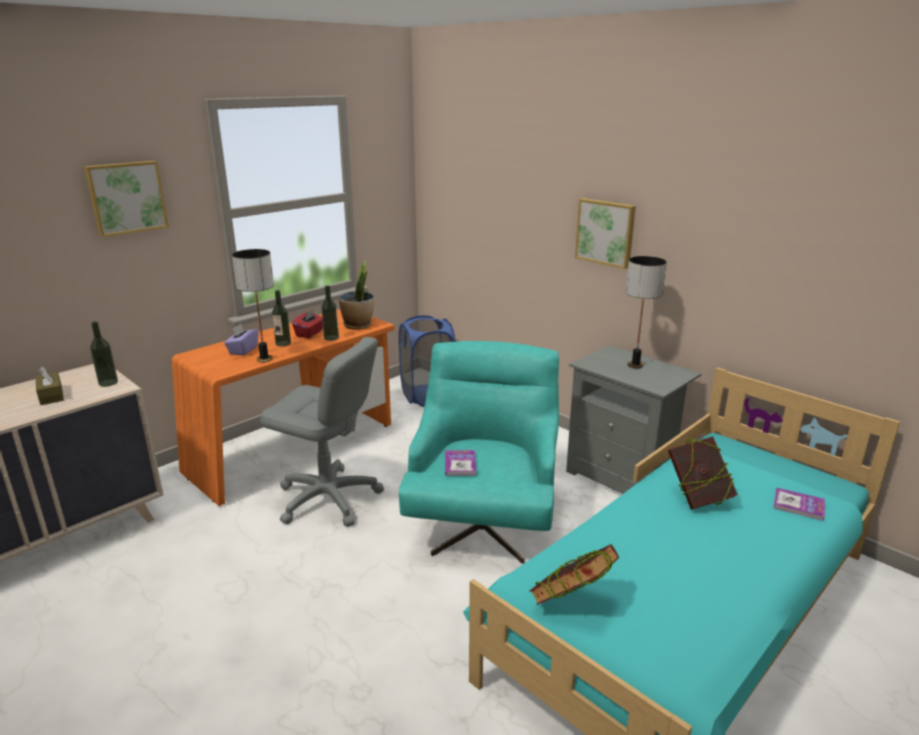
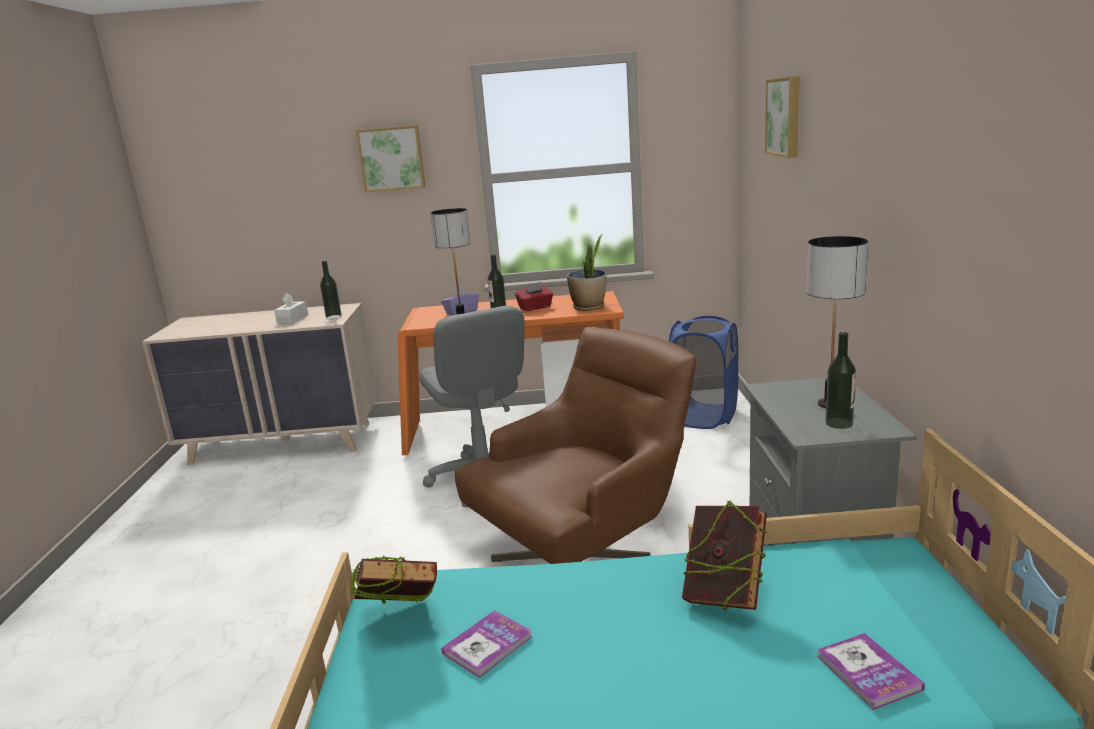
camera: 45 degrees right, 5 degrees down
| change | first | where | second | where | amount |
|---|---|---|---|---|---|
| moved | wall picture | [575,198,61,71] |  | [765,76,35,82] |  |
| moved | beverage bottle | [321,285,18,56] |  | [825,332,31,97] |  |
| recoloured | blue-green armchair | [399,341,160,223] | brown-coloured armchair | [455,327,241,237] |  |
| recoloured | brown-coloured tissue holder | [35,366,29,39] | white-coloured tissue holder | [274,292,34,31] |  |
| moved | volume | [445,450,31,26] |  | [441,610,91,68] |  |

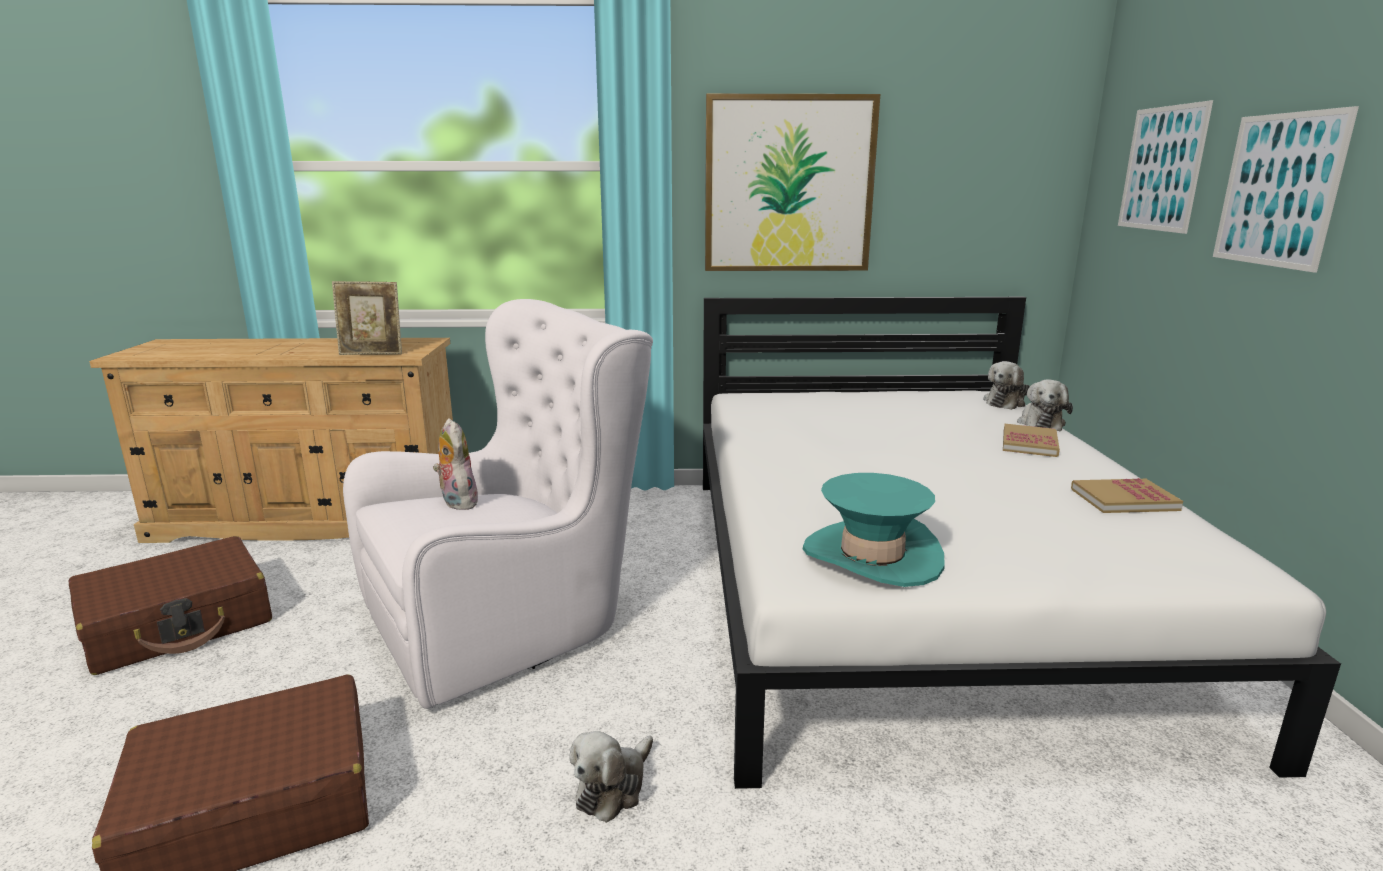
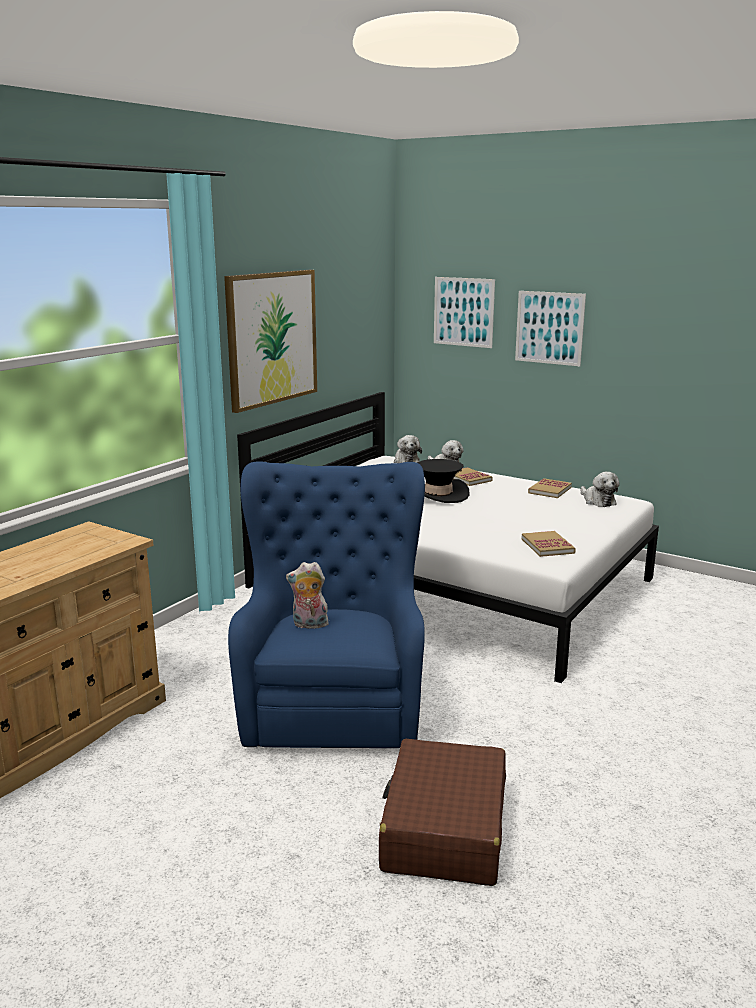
camera: 55 degrees left, 0 degrees up
| change | first | where | second | where | amount |
|---|---|---|---|---|---|
| removed | picture frame | [332,281,70,74] |  |  |  |
| recoloured | white-coloured armchair | [343,299,310,410] | bluish armchair | [228,461,197,287] |  |
| replaced | blue-green clothing hat | [803,473,142,114] | volume | [521,531,55,26] |  |
| removed | brown-coloured piece of luggage | [69,536,203,139] |  |  |  |
| moved | cuddly toy | [569,731,84,92] |  | [580,472,39,35] |  |
| added |  |  | black-coloured clothing hat | [417,459,53,44] |  |

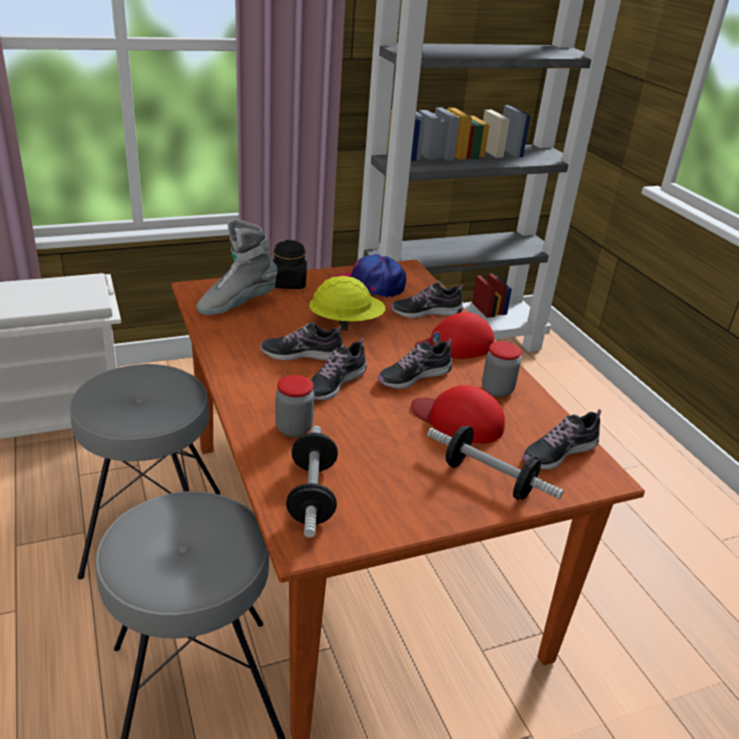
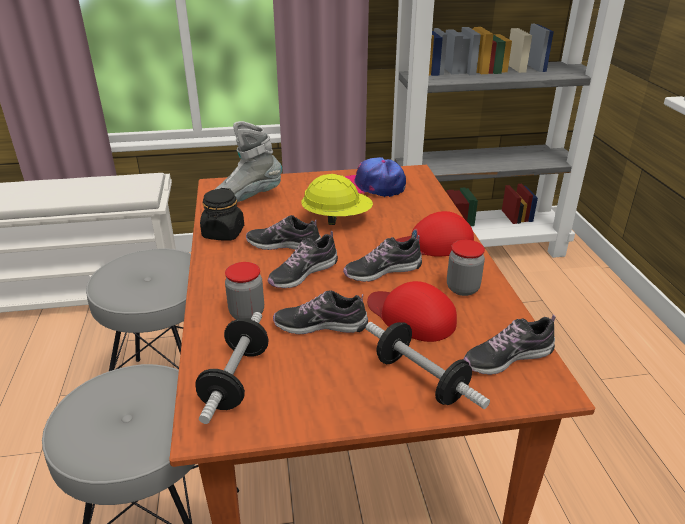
camera: 15 degrees right, 0 degrees up
| change | first | where | second | where | amount |
|---|---|---|---|---|---|
| moved | black-coloured jar | [273,240,34,49] |  | [200,188,44,53] |  |
| moved | shoe | [391,282,72,36] |  | [273,291,95,43] |  |

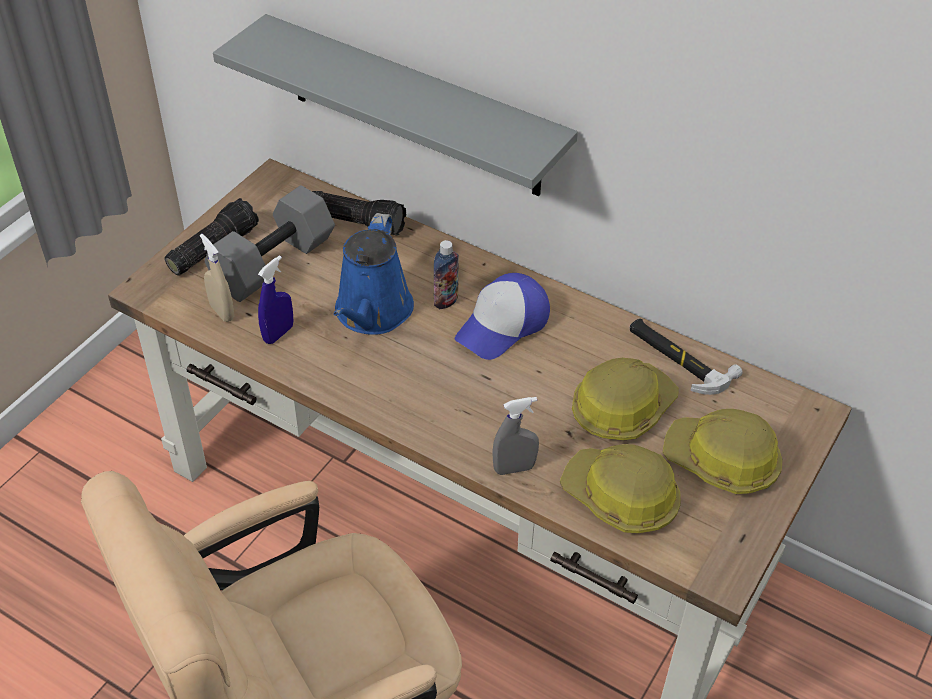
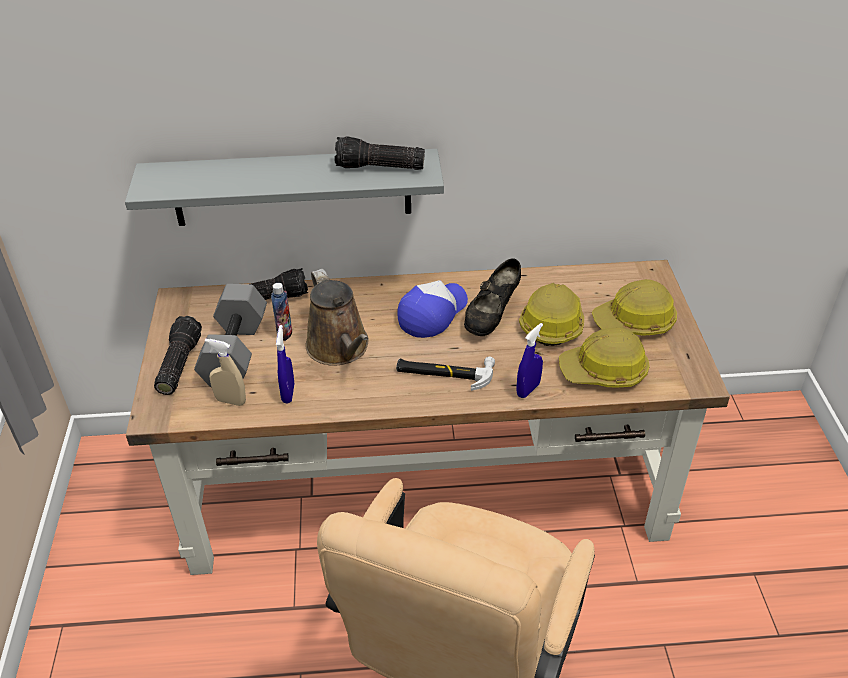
camera: 35 degrees left, 5 degrees down
| change | first | where | second | where | amount |
|---|---|---|---|---|---|
| recoloured | bluish watering can | [334,213,80,122] | brown-coloured watering can | [305,269,64,97] |  |
| moved | beverage bottle | [434,240,25,69] |  | [271,283,21,58] |  |
| turned | peaked cap | [455,273,95,87] |  | [397,280,71,58] | 150 degrees counterclockwise |
| moved | hammer | [630,318,113,77] |  | [396,357,99,34] |  |
| recoloured | greyish hand sprayer | [492,397,47,78] | bluish hand sprayer | [516,323,27,75] |  |
| added |  |  | torch | [335,136,90,34] |  |
| added |  |  | black-coloured shoe | [464,258,57,78] |  |

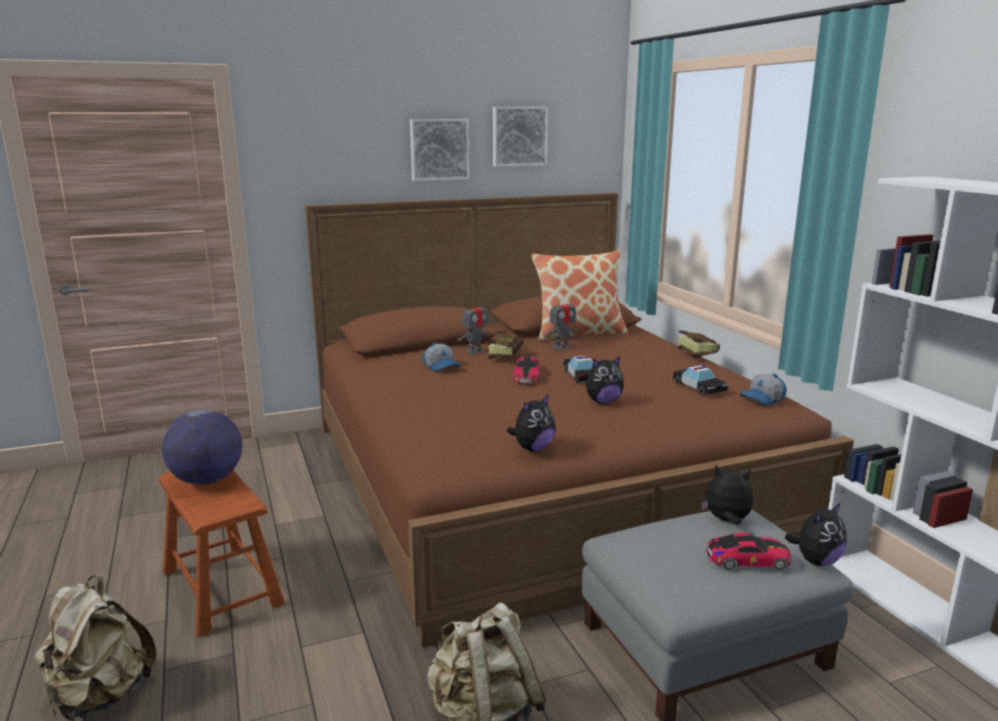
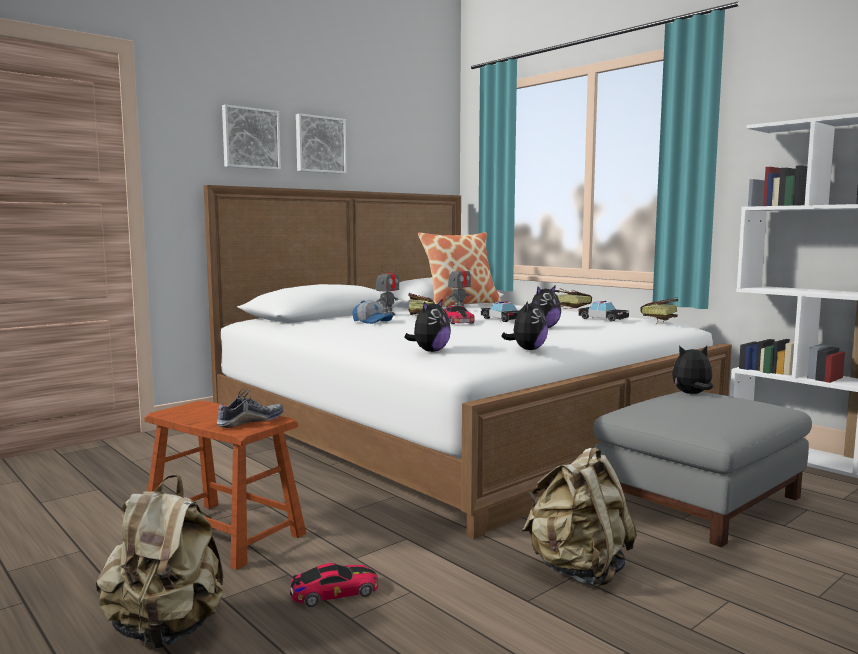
camera: 20 degrees left, 10 degrees down
| change | first | where | second | where | amount |
|---|---|---|---|---|---|
| moved | wall picture | [493,107,55,60] |  | [222,105,59,65] |  |
| recoloured | brown-coloured bedroom bed | [305,193,549,455] | white-coloured bedroom bed | [204,185,528,354] |  |
| replaced | peaked cap | [740,374,47,32] | volume | [641,297,37,27] |  |
| removed | desk globe | [162,410,80,75] |  |  |  |
| moved | cuddly toy | [785,502,62,64] |  | [404,300,47,52] |  |
| moved | toy car | [706,533,85,37] |  | [290,563,88,44] |  |
| added |  |  | shoe | [217,389,66,39] |  |

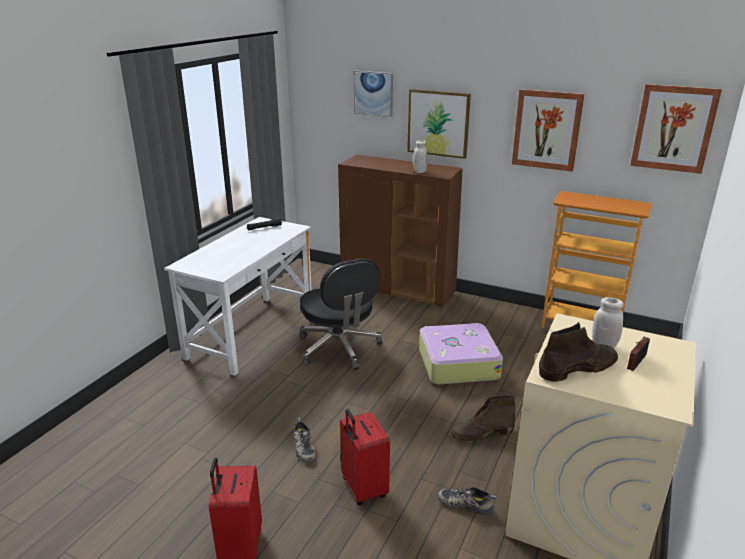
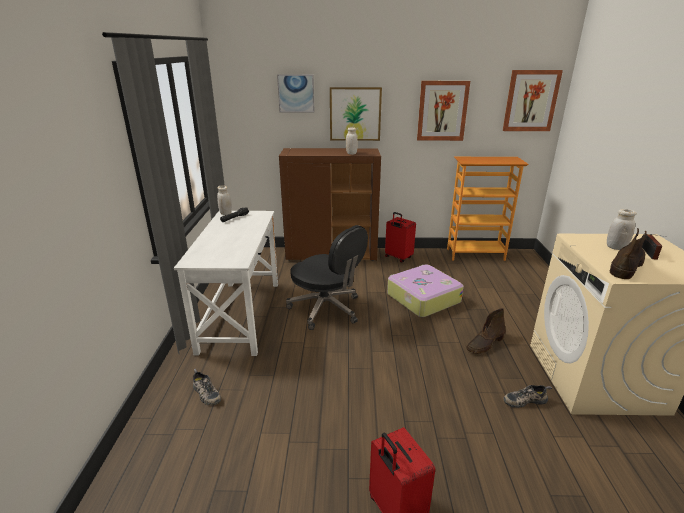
camera: 25 degrees left, 0 degrees up
| change | first | where | second | where | amount |
|---|---|---|---|---|---|
| moved | red piece of luggage | [340,409,50,96] |  | [385,212,31,50] |  |
| moved | shoe | [294,418,22,45] |  | [193,369,28,37] |  |
| added |  |  | white-coloured jar | [217,185,15,30] |  |

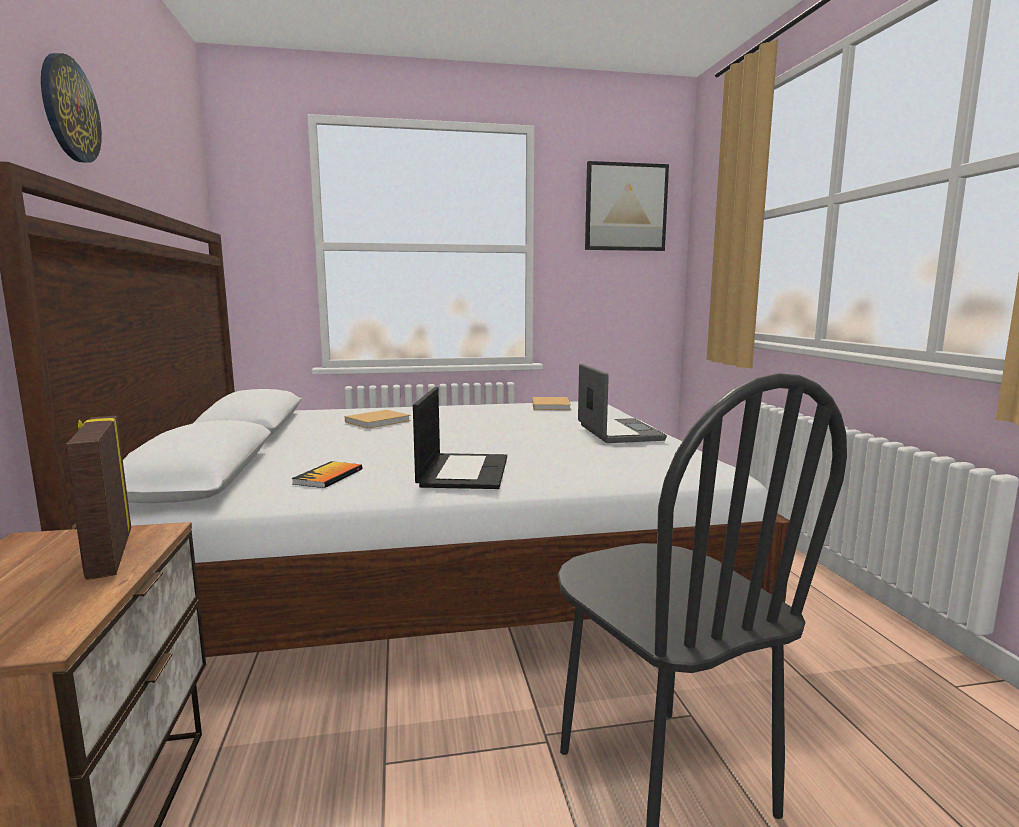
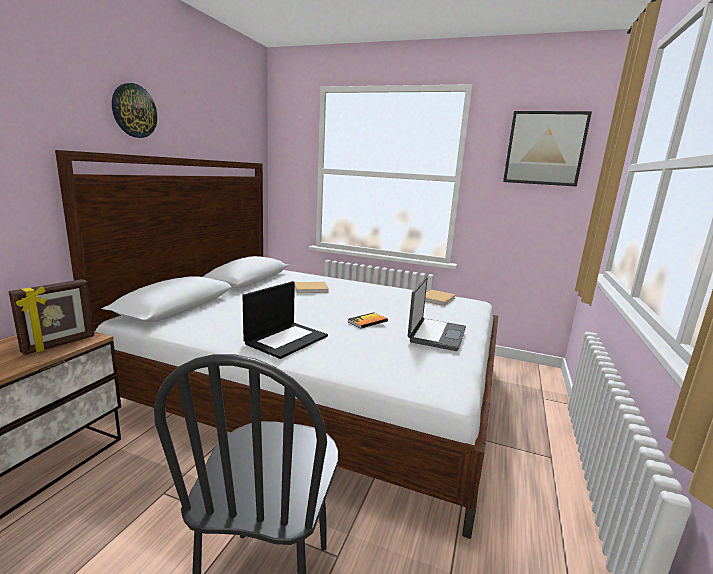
camera: 30 degrees right, 5 degrees up
| change | first | where | second | where | amount |
|---|---|---|---|---|---|
| turned | picture frame | [65,416,66,164] |  | [9,279,85,76] | 150 degrees counterclockwise |
| moved | volume | [291,461,71,27] |  | [348,313,40,15] |  |

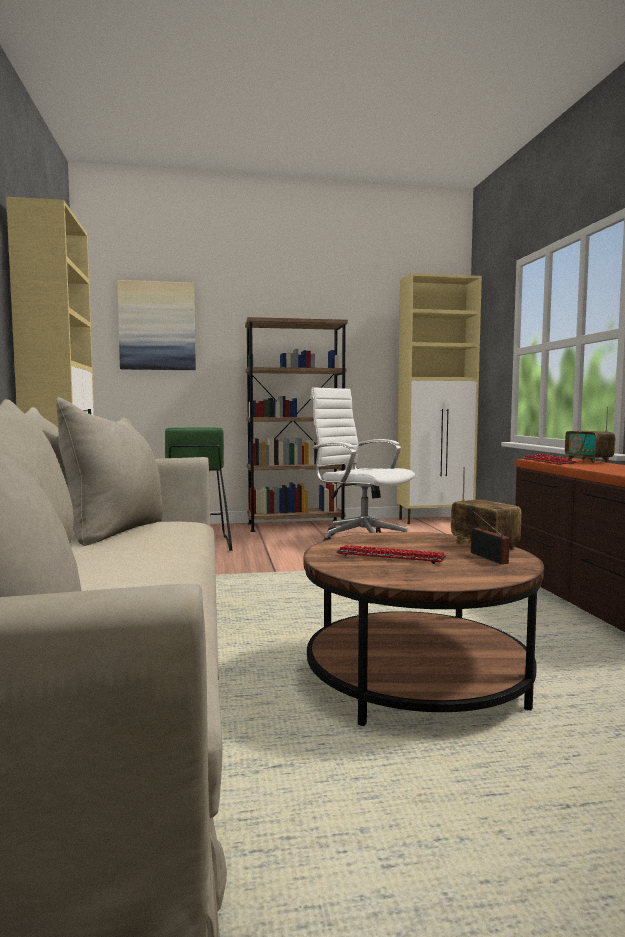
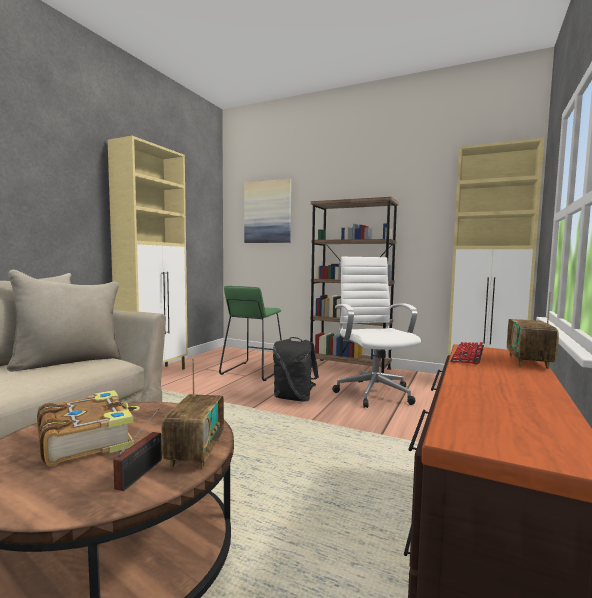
camera: 35 degrees right, 0 degrees up
| change | first | where | second | where | amount |
|---|---|---|---|---|---|
| replaced | keyboard | [336,545,110,19] | volume | [37,390,103,76] |  |
| added |  |  | black-coloured backpack | [273,337,46,64] |  |

